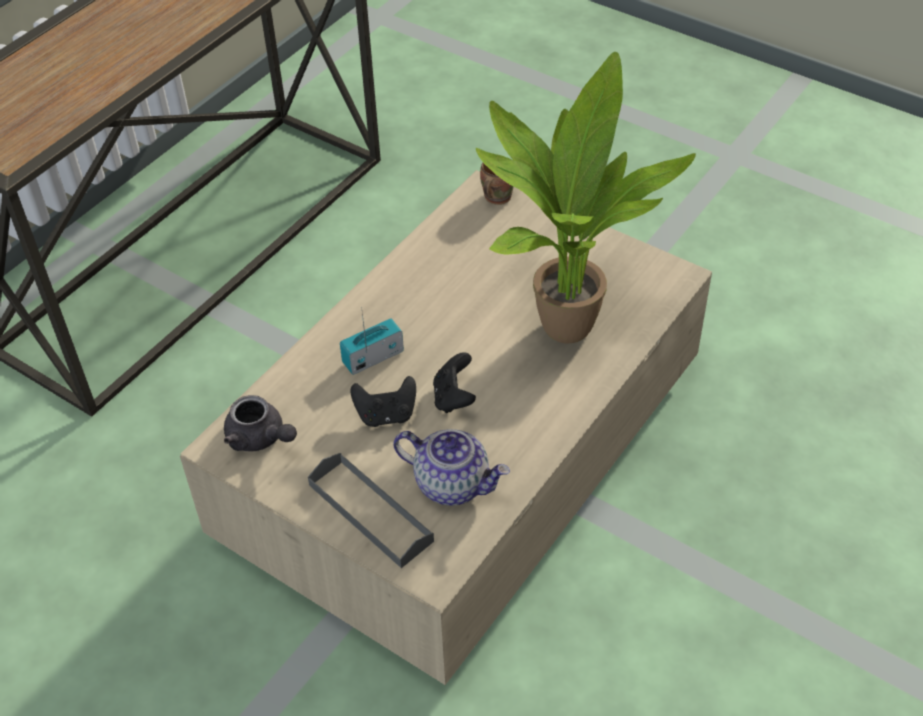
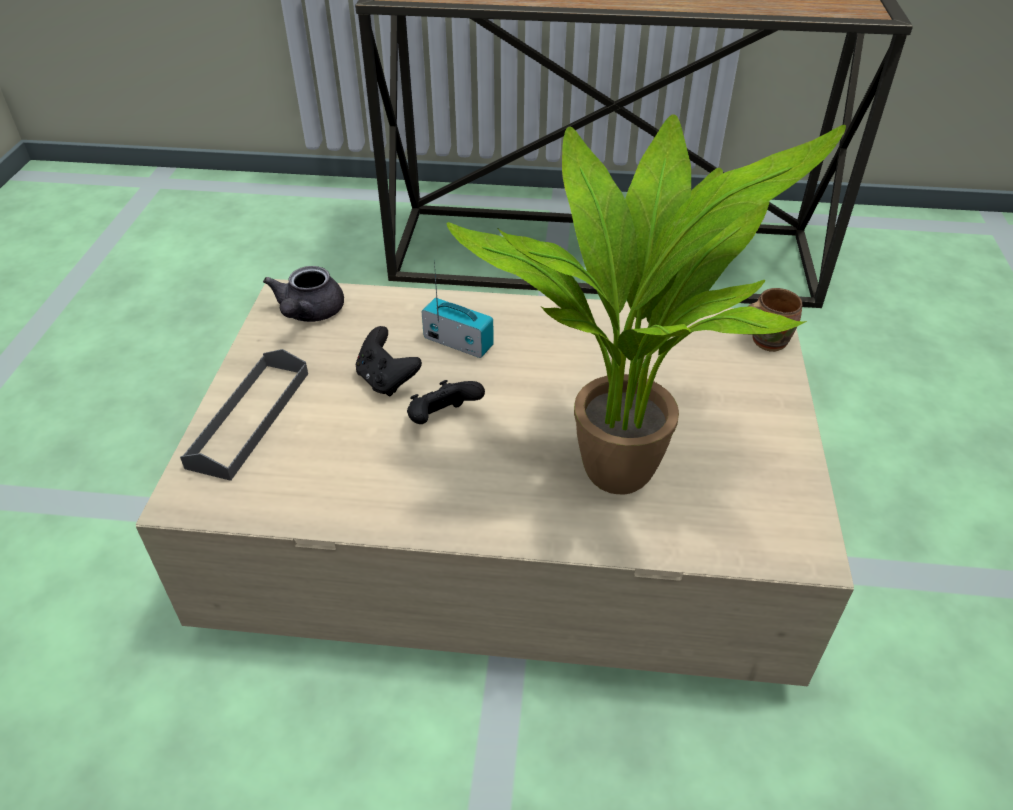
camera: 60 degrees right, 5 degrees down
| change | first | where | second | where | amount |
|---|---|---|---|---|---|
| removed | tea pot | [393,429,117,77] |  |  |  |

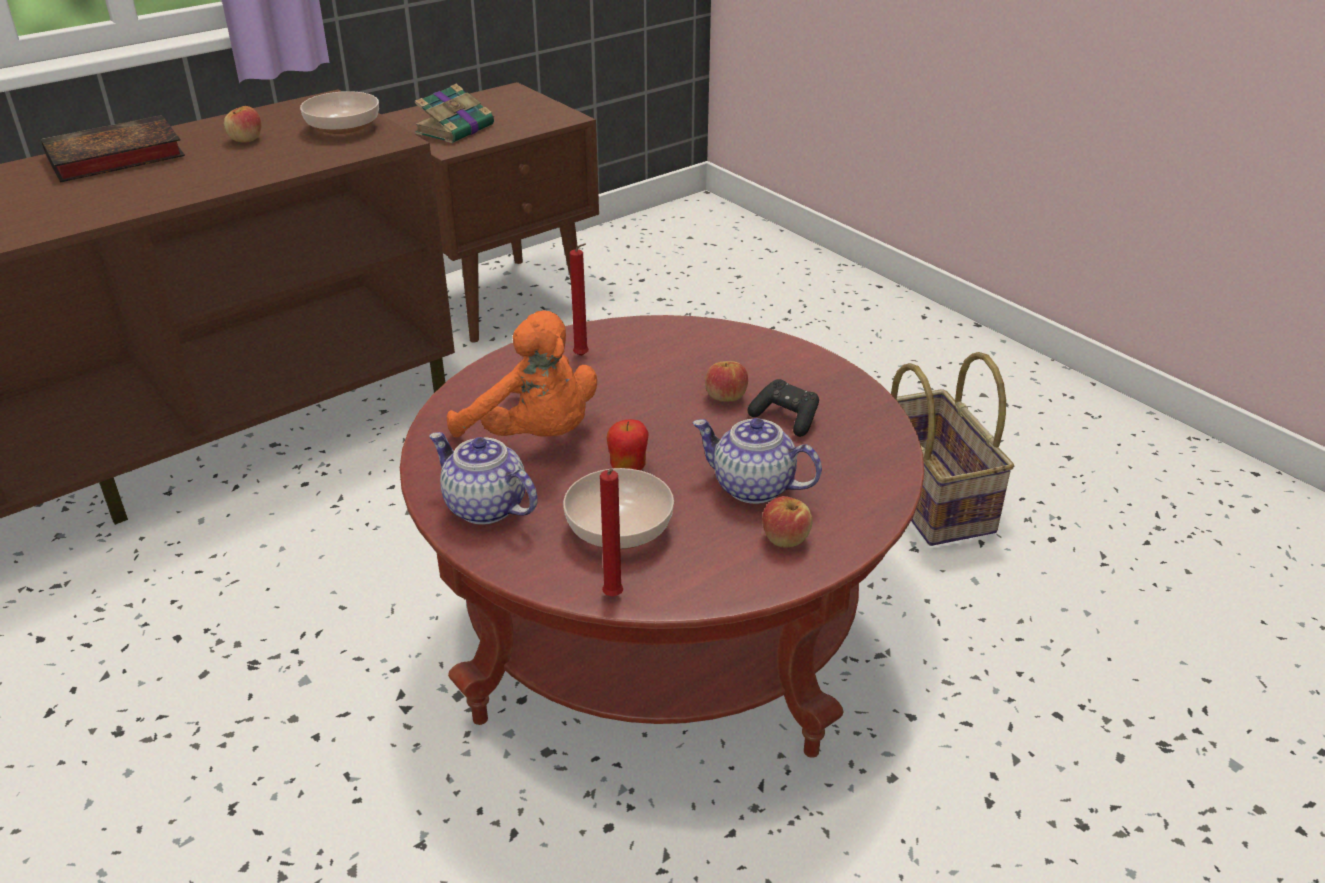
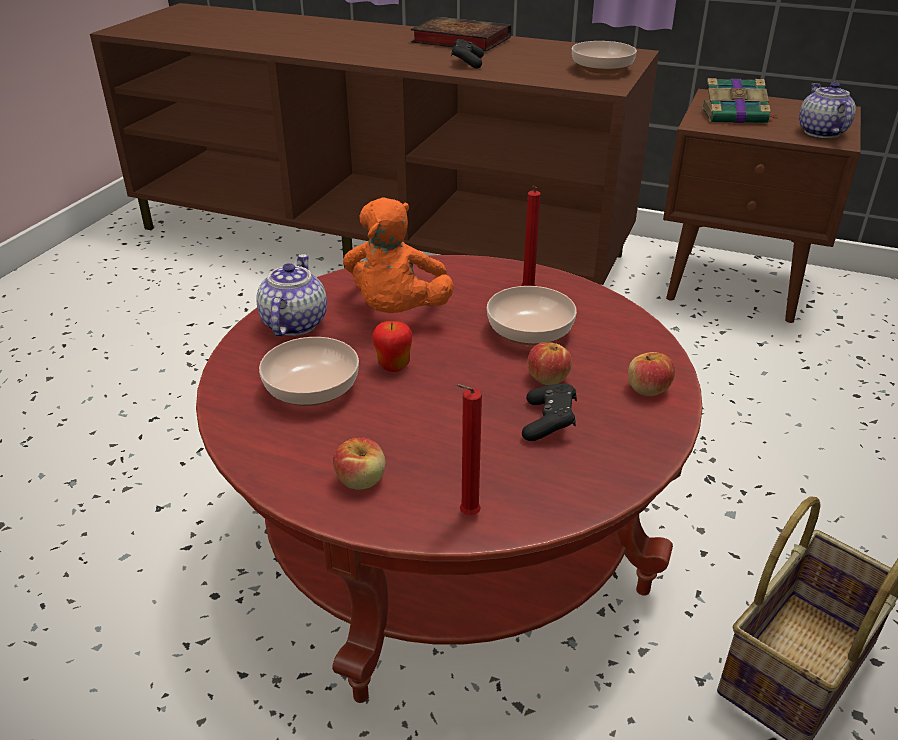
camera: 60 degrees right, 0 degrees up
| change | first | where | second | where | amount |
|---|---|---|---|---|---|
| moved | apple | [224,106,37,37] |  | [628,352,47,44] |  |
| moved | tea pot | [692,418,130,86] |  | [799,82,57,56] |  |
| moved | red candle | [600,469,23,127] |  | [456,384,26,131] |  |
| added |  |  | black-coloured gamepad | [451,39,33,29] |  |
| added |  |  | serving bowl | [487,286,90,59] |  |

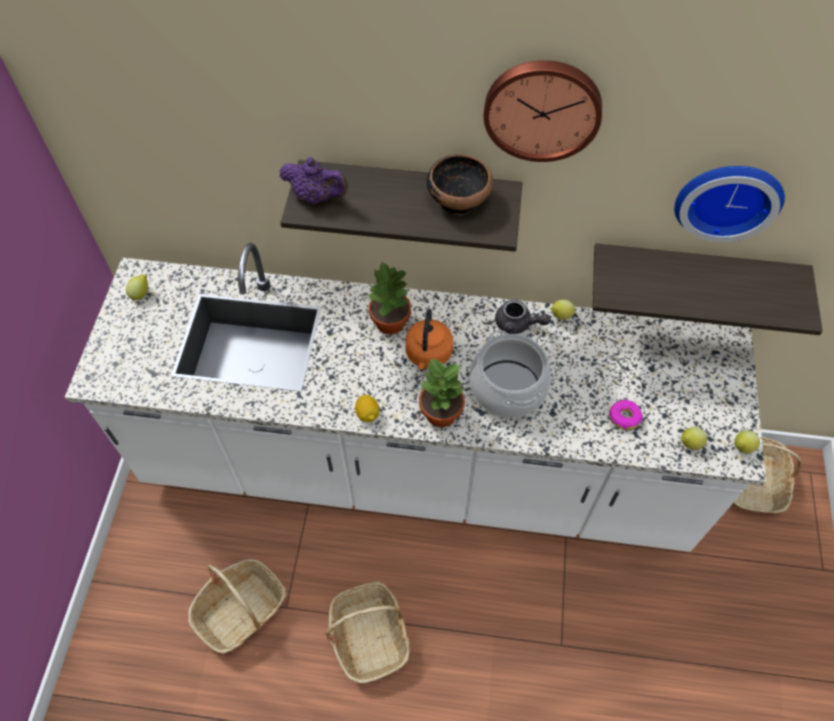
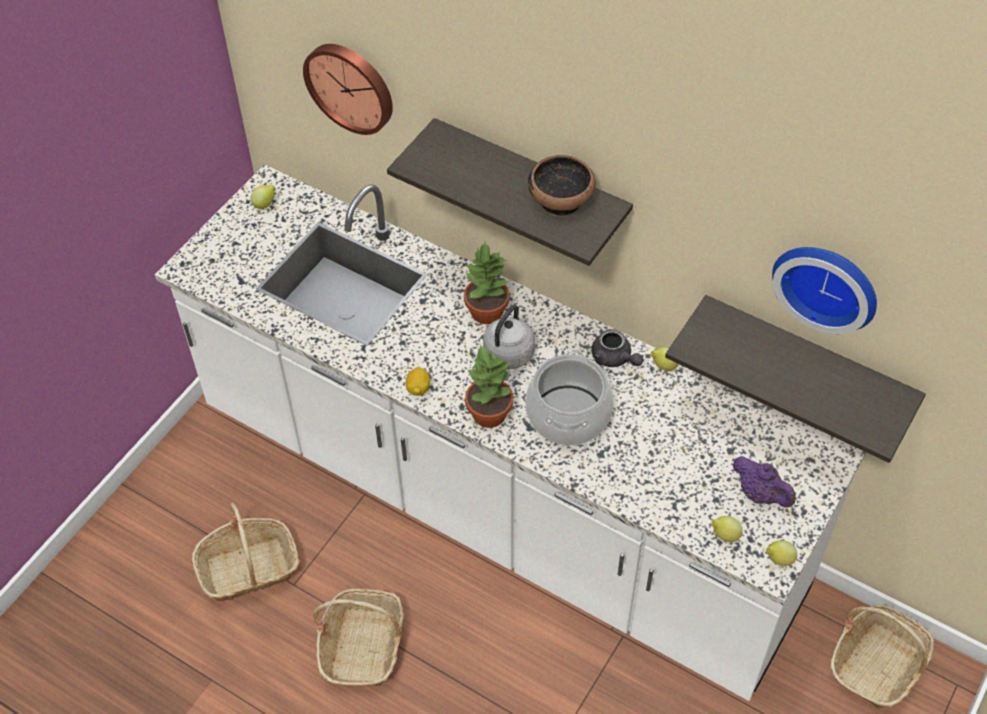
camera: 25 degrees right, 5 degrees down
| change | first | where | second | where | amount |
|---|---|---|---|---|---|
| moved | wall clock | [484,60,118,102] |  | [303,44,90,91] |  |
| moved | purple-coloured tea pot | [280,157,68,47] |  | [733,456,63,51] |  |
| recoloured | orange-coloured tea kettle | [405,309,48,60] | greyish tea kettle | [483,305,52,64] |  |
| removed | donut | [609,400,34,30] |  |  |  |

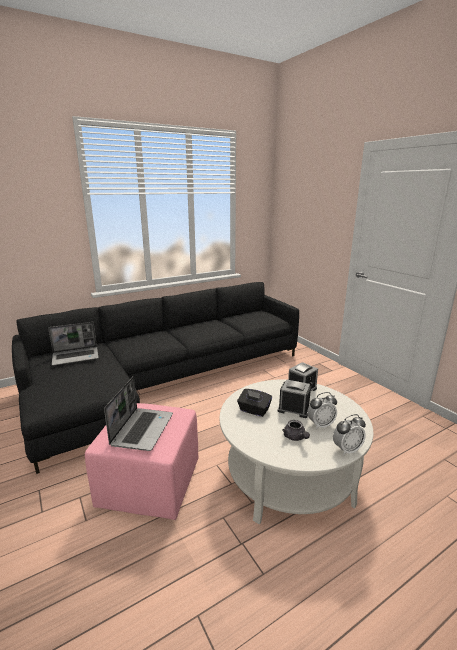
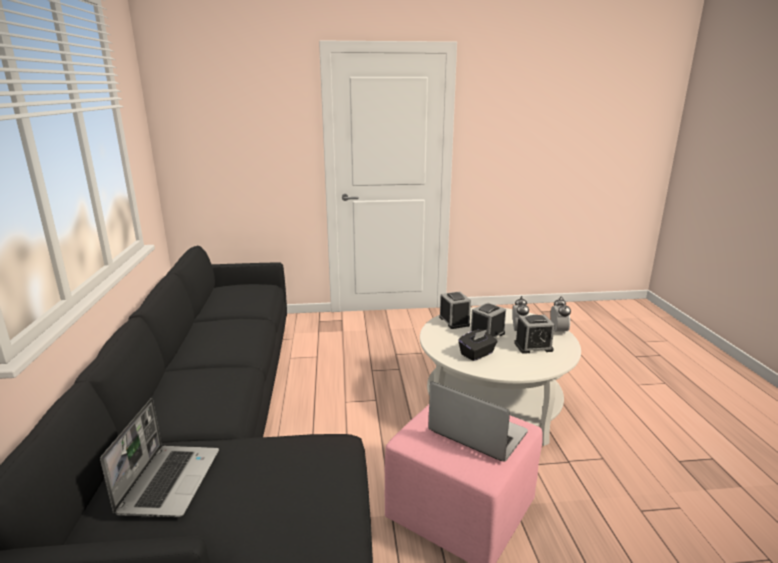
camera: 65 degrees left, 0 degrees up
| change | first | where | second | where | amount |
|---|---|---|---|---|---|
| replaced | greyish tea pot | [282,420,28,21] | table clock | [514,315,41,39] |  |

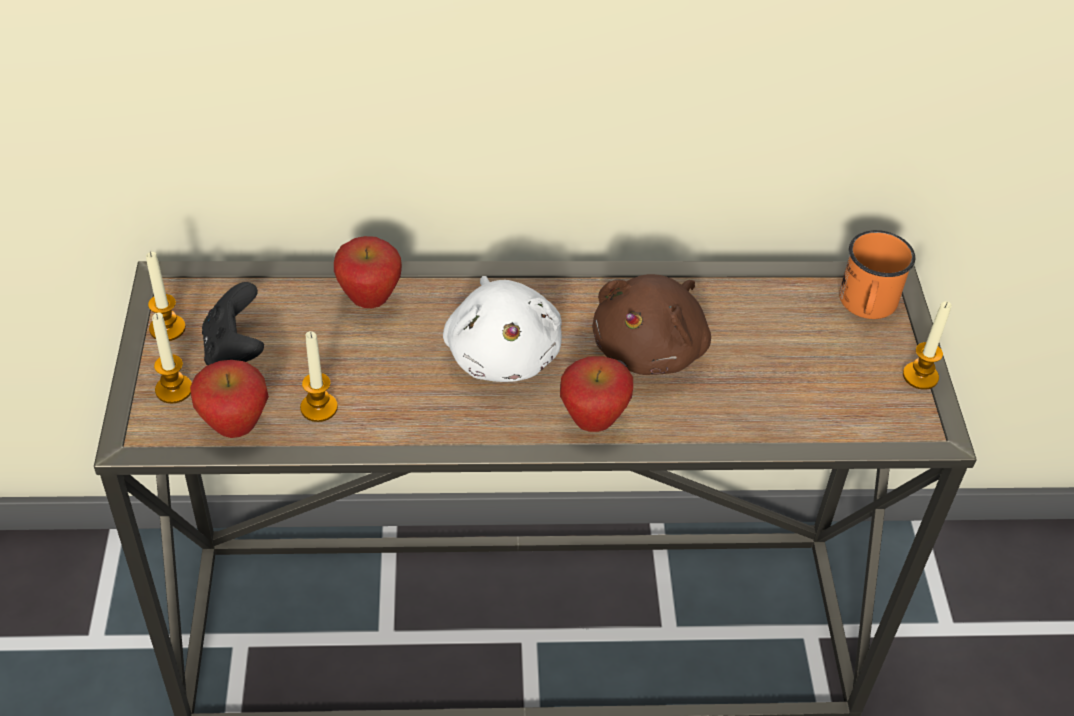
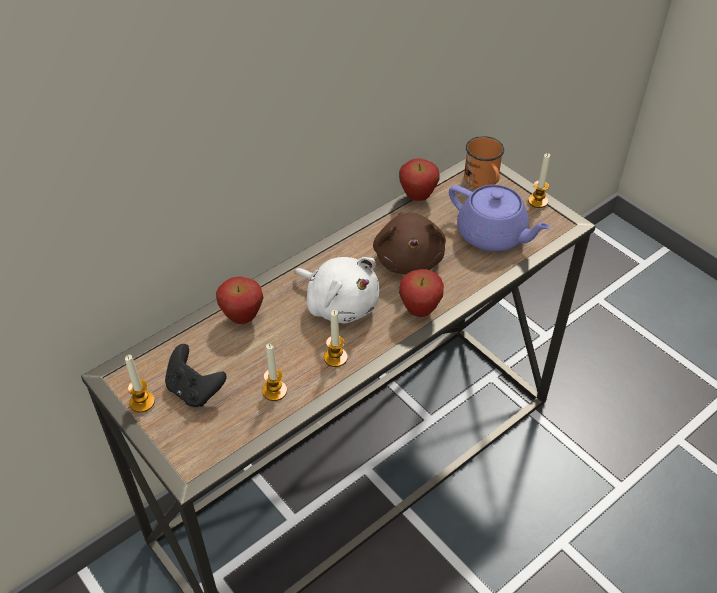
camera: 35 degrees left, 0 degrees up
| change | first | where | second | where | amount |
|---|---|---|---|---|---|
| moved | candle | [152,313,40,91] |  | [324,310,24,57] |  |
| moved | apple | [190,360,79,78] |  | [399,158,41,43] |  |
| added |  |  | purple-coloured tea pot | [449,185,102,67] |  |

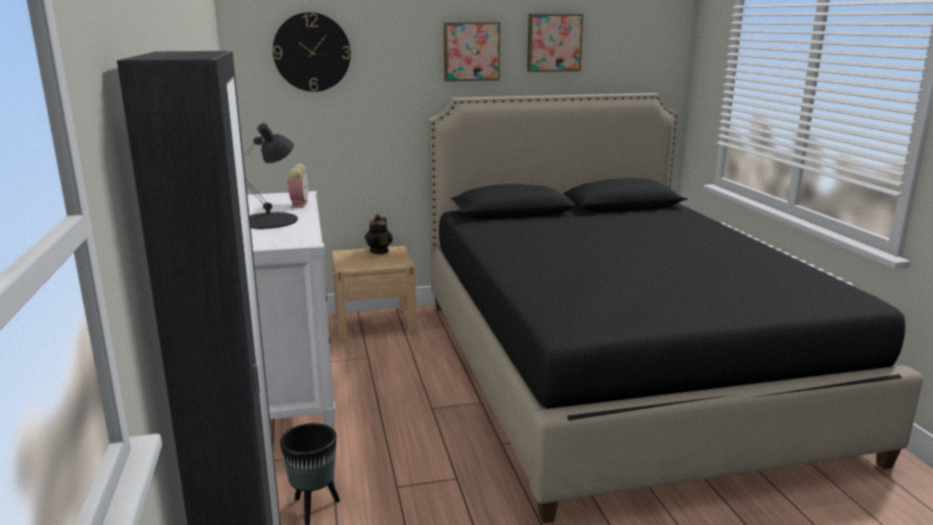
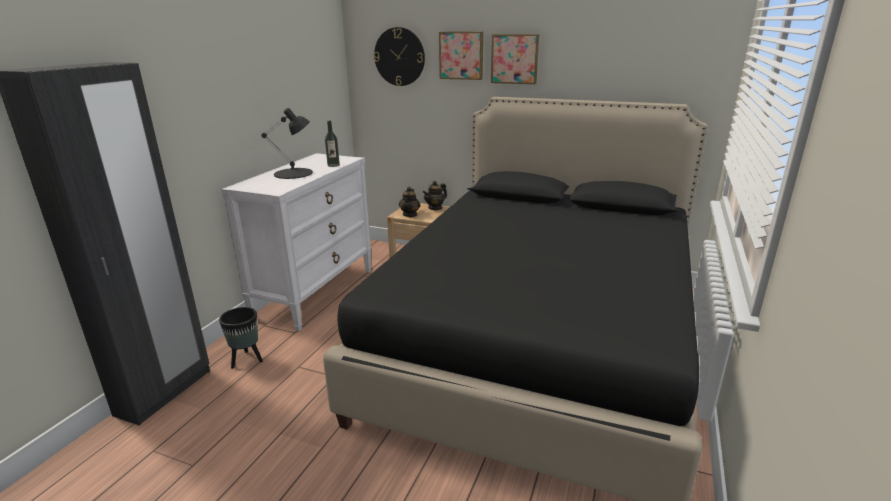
camera: 35 degrees right, 5 degrees up
| change | first | where | second | where | amount |
|---|---|---|---|---|---|
| moved | wall picture | [527,14,56,58] |  | [439,31,44,49] |  |
| replaced | table clock | [287,164,21,44] | beverage bottle | [325,121,15,46] |  |
| added |  |  | tea pot | [399,187,21,30] |  |

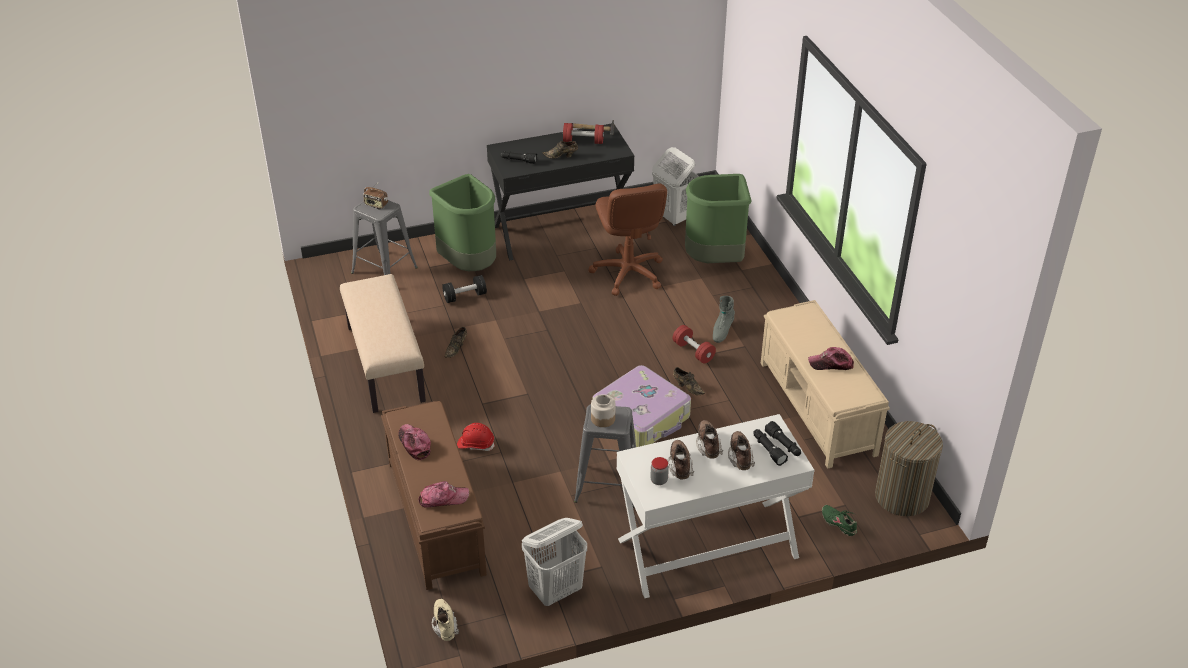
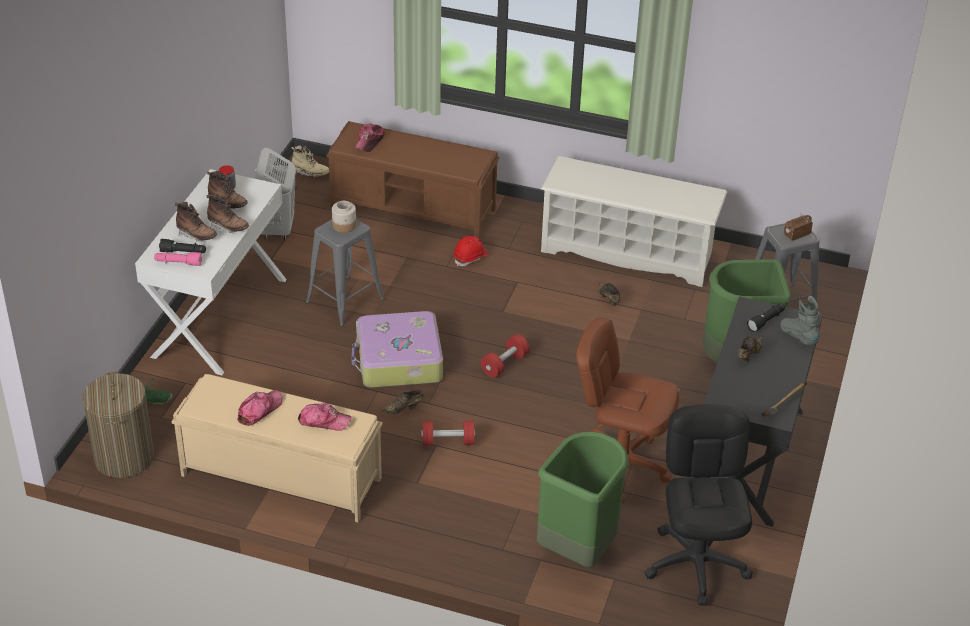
camera: 125 degrees right, 0 degrees up
| change | first | where | second | where | amount |
|---|---|---|---|---|---|
| moved | red free weight | [563,123,41,21] |  | [480,334,50,44] |  |
| replaced | white-coloured hamper | [652,147,47,79] | black-coloured computer chair | [644,404,109,202] |  |
| replaced | beige bench | [340,274,86,139] | white-coloured shoe shelf | [541,156,186,131] |  |
| removed | black-coloured free weight | [442,275,45,28] |  |  |  |
| moved | greyish boot | [713,296,22,47] |  | [780,296,40,49] |  |
| recoloured | black-coloured torch | [765,421,36,35] | pinkish torch | [154,252,48,14] |  |
| moved | peaked cap | [398,424,33,36] |  | [298,403,54,28] |  |

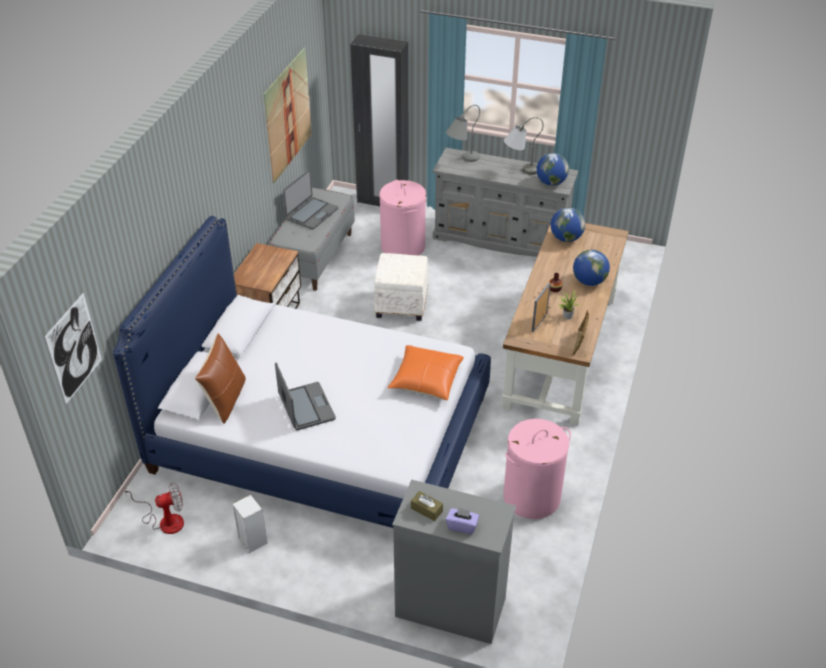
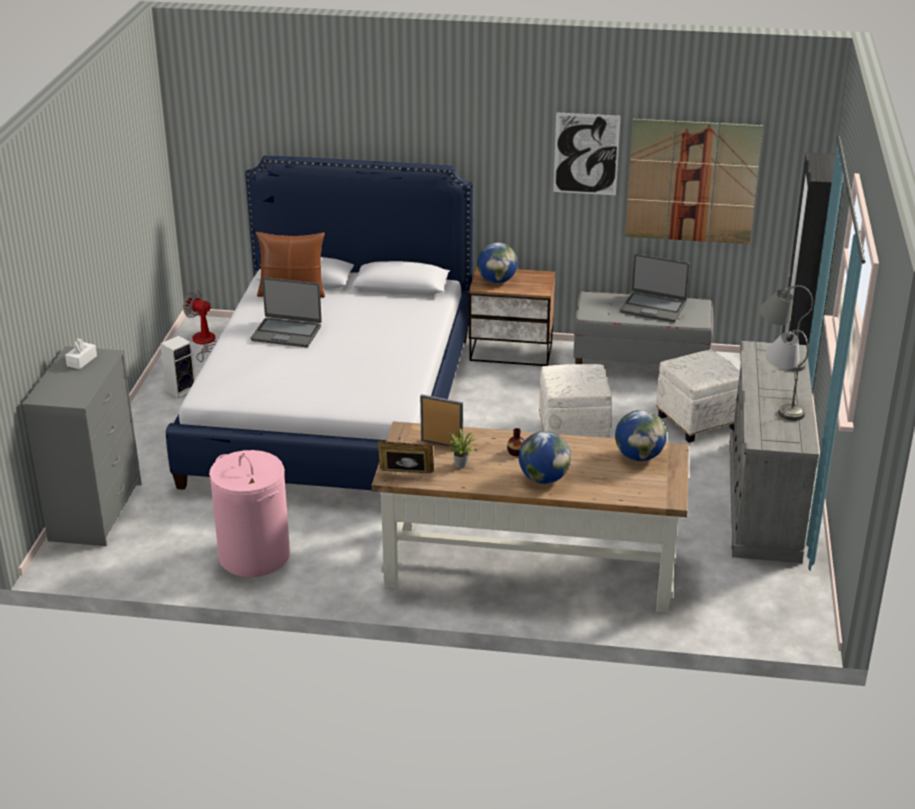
camera: 80 degrees right, 10 degrees down
| change | first | where | second | where | amount |
|---|---|---|---|---|---|
| moved | desk globe | [536,153,33,33] |  | [477,242,41,41] |  |
| replaced | pinkish hamper | [379,180,47,75] | white-coloured pouffe | [656,350,84,93] |  |
| moved | wall picture | [45,293,57,111] |  | [553,112,68,83] |  |
| removed | orange-coloured throw pillow | [388,345,76,55] |  |  |  |
| turned | notebook computer | [275,363,61,67] |  | [251,277,71,70] | 45 degrees clockwise |
| turned | cooling fan | [124,482,60,52] |  | [183,290,33,72] | 150 degrees clockwise |
| recoloured | brown-coloured tissue holder | [411,491,32,30] | white-coloured tissue holder | [65,339,32,30] |  |
| removed | purple-coloured tissue holder | [446,507,33,27] |  |  |  |

